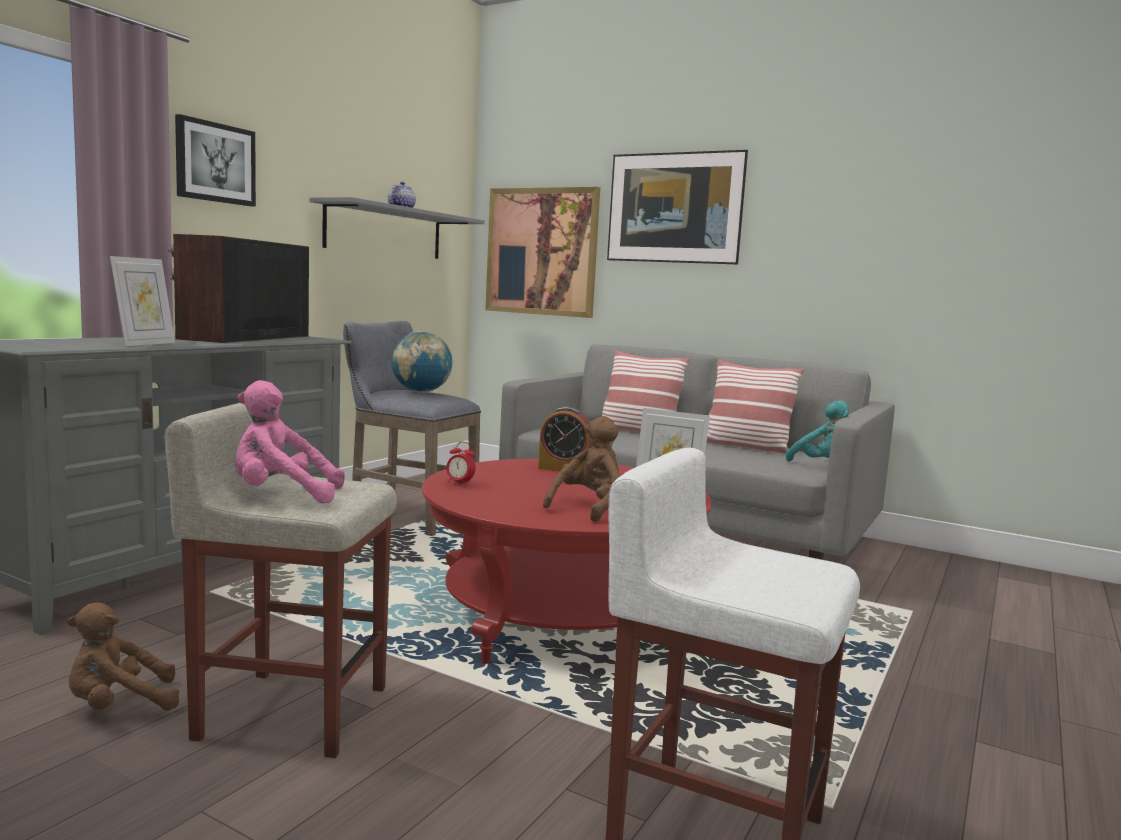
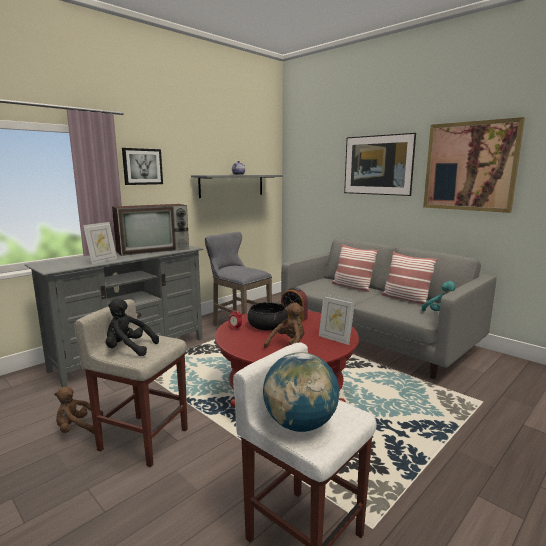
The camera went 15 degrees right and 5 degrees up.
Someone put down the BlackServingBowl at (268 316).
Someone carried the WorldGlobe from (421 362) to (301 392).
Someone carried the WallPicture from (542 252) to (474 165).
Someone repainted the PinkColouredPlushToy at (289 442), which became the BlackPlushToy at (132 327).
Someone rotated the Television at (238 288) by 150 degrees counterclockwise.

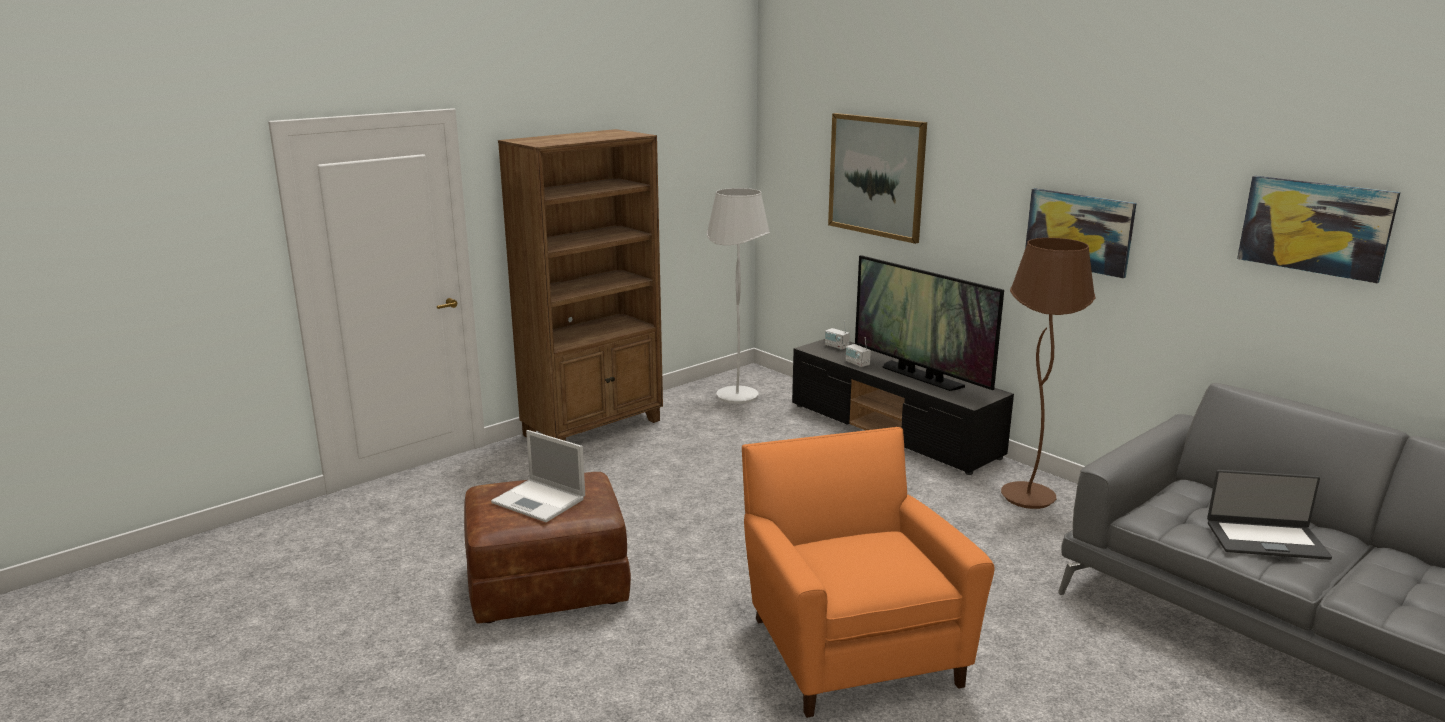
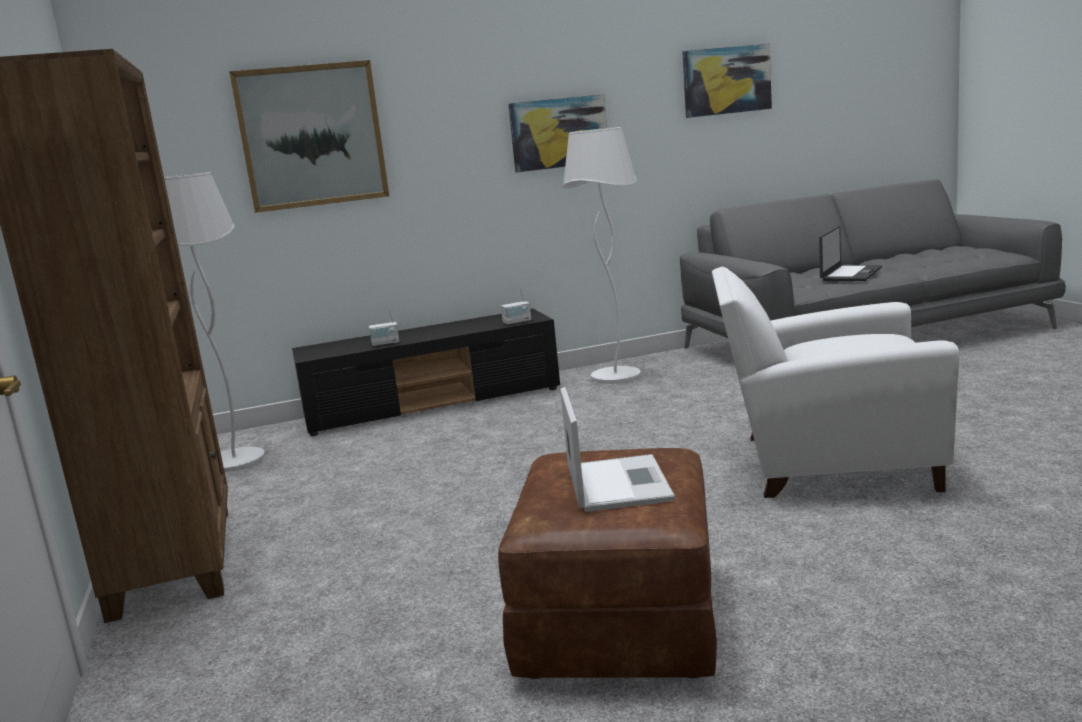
The camera went 65 degrees left and 5 degrees down.
Someone took away the Television at (929 323).
Someone carried the RadioSet from (837 335) to (516 306).
Someone repainted the OrangeColouredEasyChair at (868 572), which became the WhiteEasyChair at (835 382).
Someone repainted the BrownFloorLamp at (1048 373), which became the WhiteFloorLamp at (602 255).
Someone rotated the Laptop at (538 476) by 60 degrees counterclockwise.

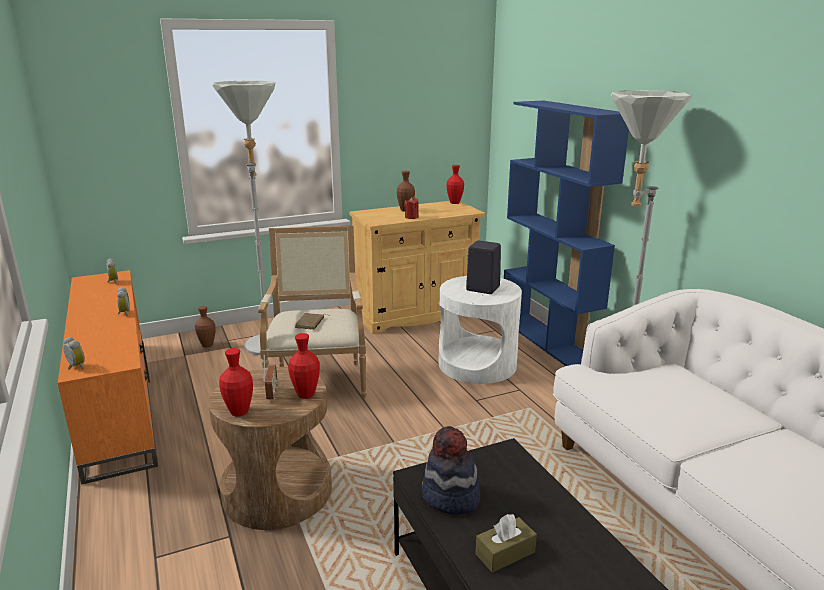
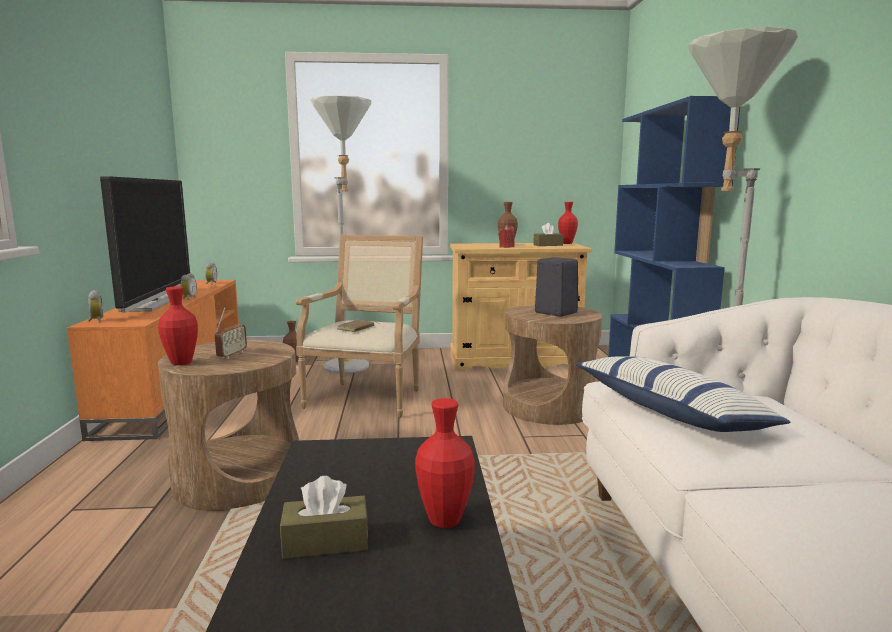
The camera went 20 degrees right and 10 degrees down.
Someone took away the ClothingHat at (451 470).
Someone put down the Television at (145 244).
Someone put down the BrownBoxOfTissues at (548 234).
Someone put down the Pillow at (682 394).
Someone carried the RedFlowerVase from (304 366) to (445 463).
Someone repainted the WhiteEndTable at (480 330), which became the BrownEndTable at (552 365).

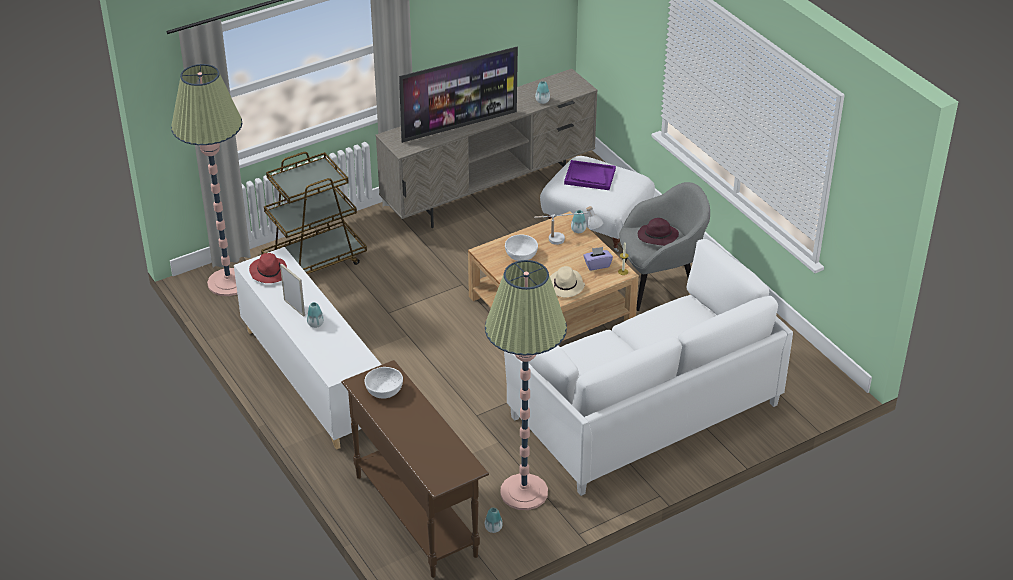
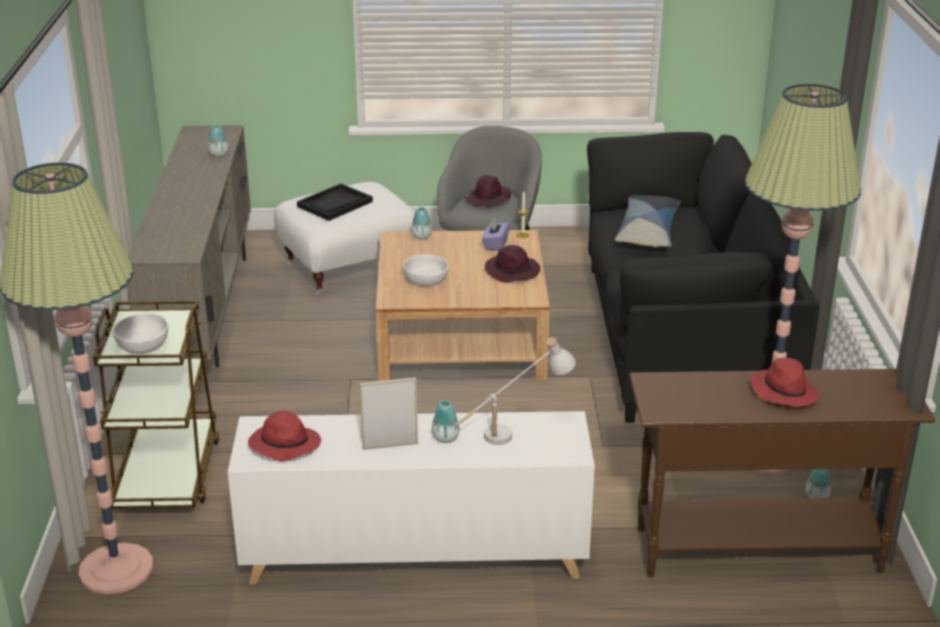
The camera went 60 degrees left and 10 degrees down.
Someone took away the Television at (458 95).
Someone put down the Pillow at (648 221).
Someone put down the RedClothingHat at (785 382).
Someone carried the WhiteServingBowl from (384 383) to (140 333).
Someone carried the WhiteTabletopLamp from (568 225) to (517 391).
Someone repainted the WhiteCouch at (648 367), which became the BlackCouch at (703 277).
Someone repainted the SandColouredClothingHat at (567 281), which became the PurpleClothingHat at (512 264).
Someone repainted the PurpleServingTray at (590 175), which became the BlackServingTray at (335 202).

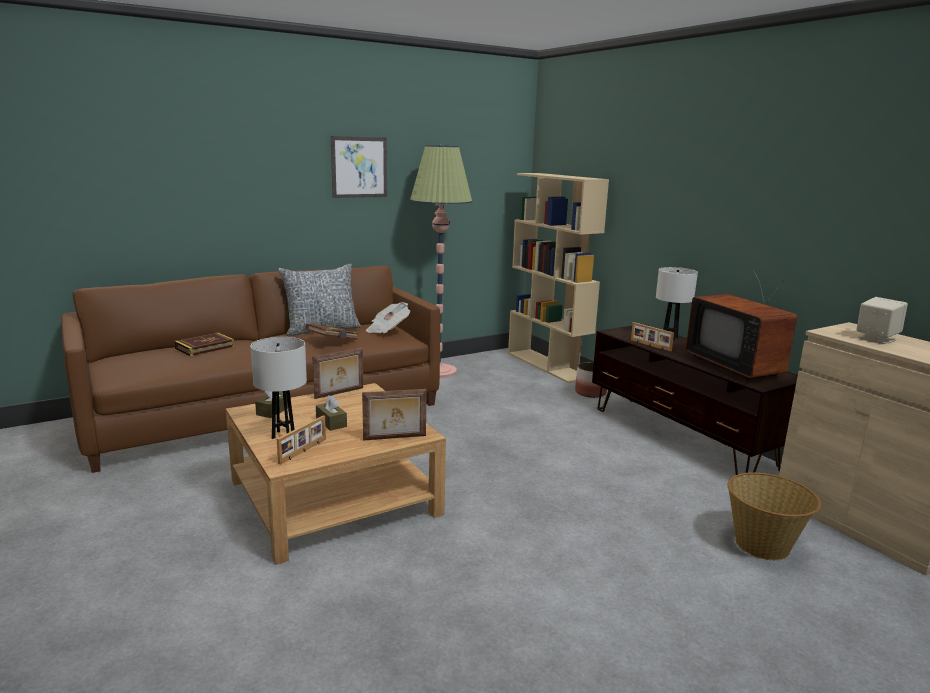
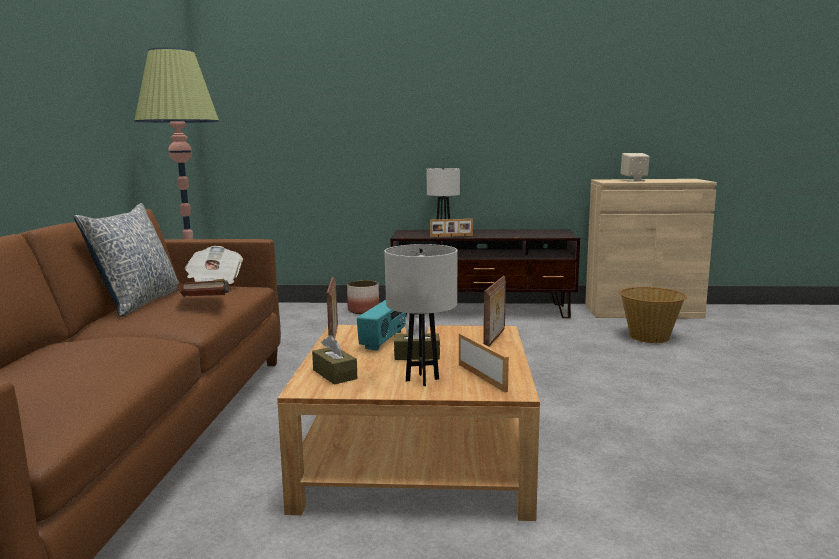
The camera went 55 degrees left and 5 degrees down.
Someone took away the Volume at (204 344).
Someone took away the WallPicture at (359 167).
Someone took away the SandColouredBookshelf at (558 278).
Someone took away the Television at (741 325).
Someone put down the RadioSet at (381 325).

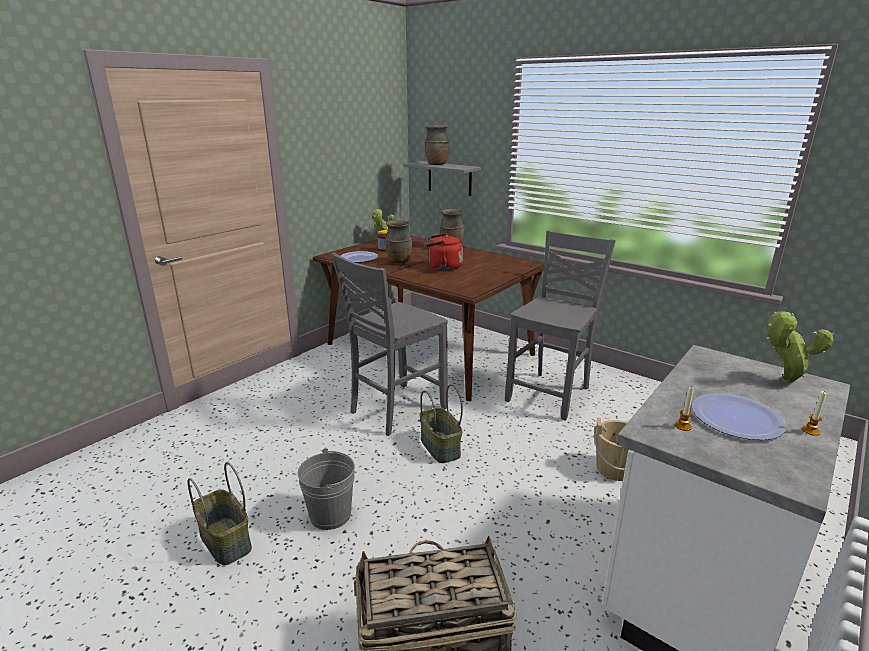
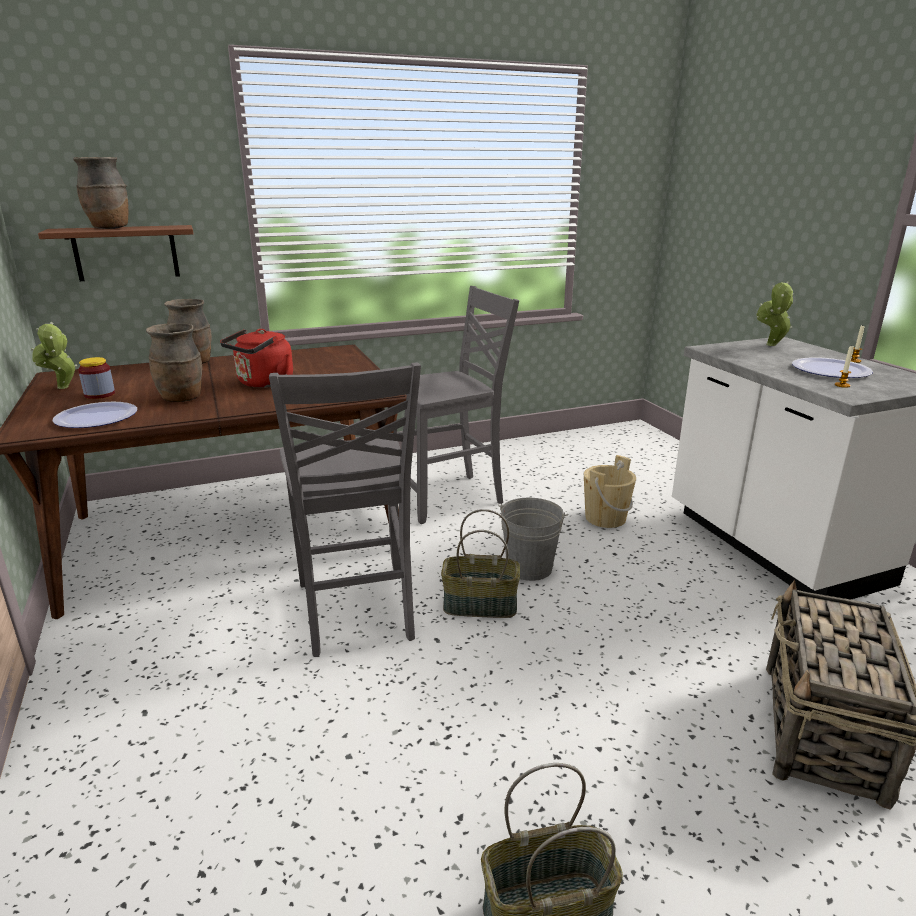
The camera went 60 degrees left and 0 degrees up.
Someone carried the GreyBucket from (326 489) to (533 539).
Someone repainted the GreyBracketShelf at (442 178), which became the BrownBracketShelf at (115 253).
Someone rotated the GreyUprightChair at (560 326) by 90 degrees clockwise.

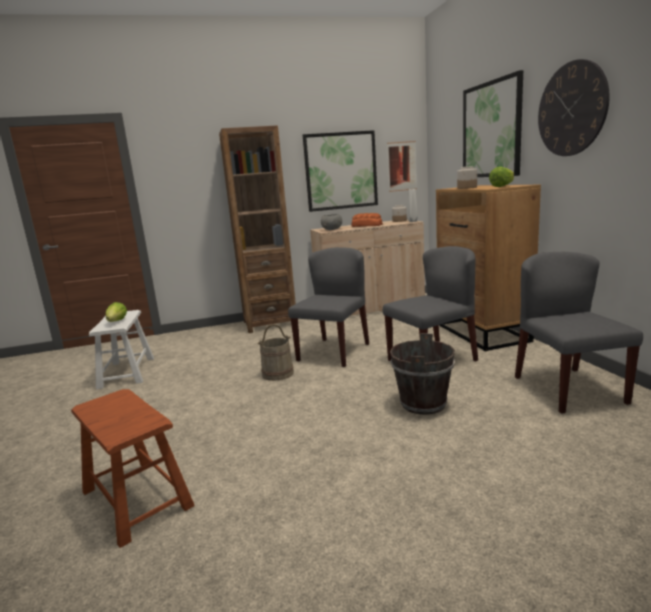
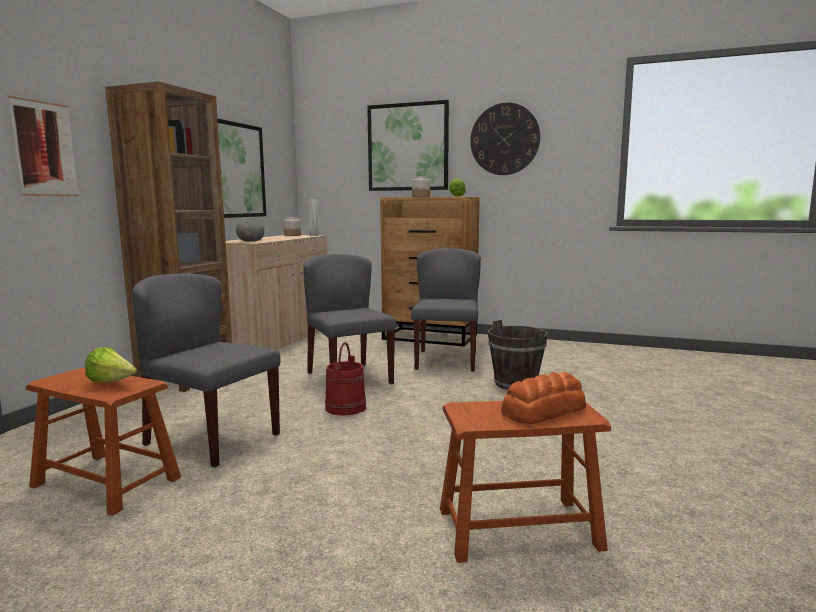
The camera went 55 degrees left and 5 degrees down.
Someone carried the BakeryBread from (367 220) to (543 398).
Someone carried the WallPicture from (402 166) to (43 146).
Someone carried the GreyUprightChair from (579 333) to (206 370).
Someone repainted the WhiteStool at (121 349), which became the BrownStool at (103 442).
Someone repainted the SandColouredBucket at (276 352), which became the RedBucket at (345 379).

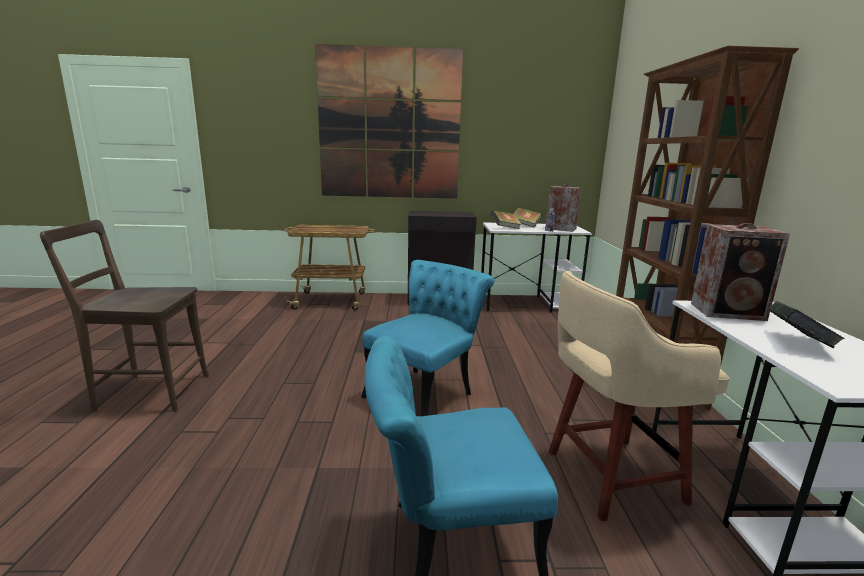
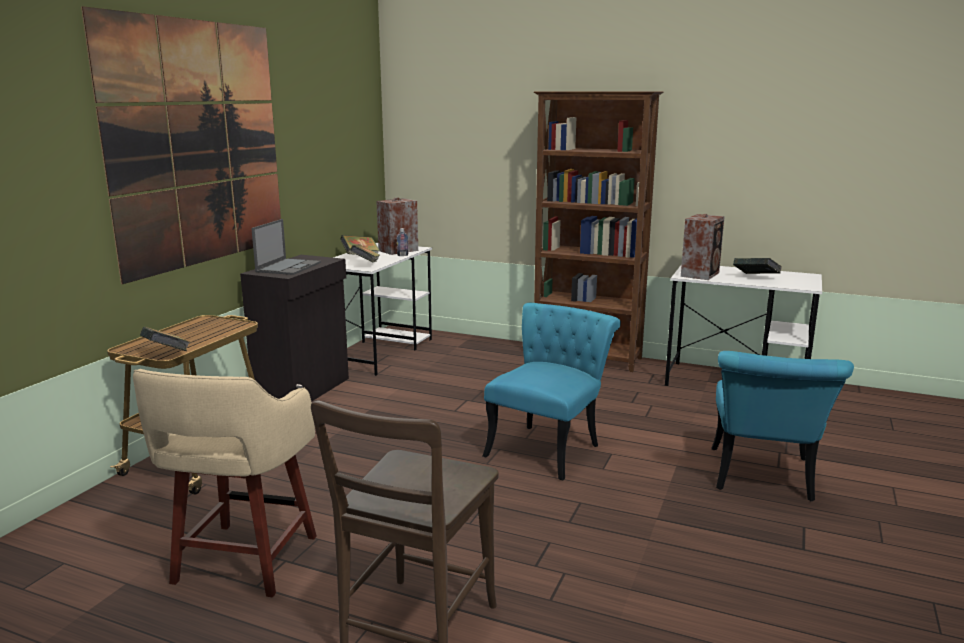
The camera went 65 degrees left and 0 degrees up.
Someone put down the Volume at (165 339).
Someone put down the Laptop at (286 247).
Someone carried the SandColouredStool from (639 395) to (225 483).
Someone rotated the TurquoiseUprightChair at (428 338) by 60 degrees clockwise.

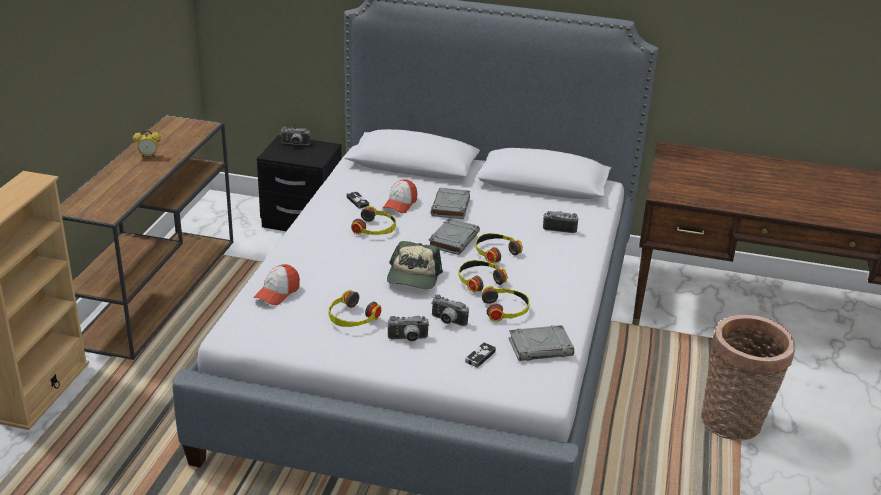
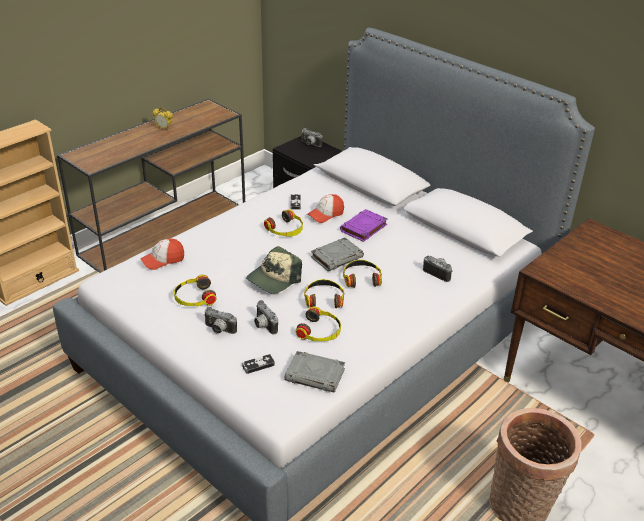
The camera went 30 degrees right and 5 degrees up.
Someone repainted the GreyVolume at (450 203), which became the PurpleVolume at (364 225).

